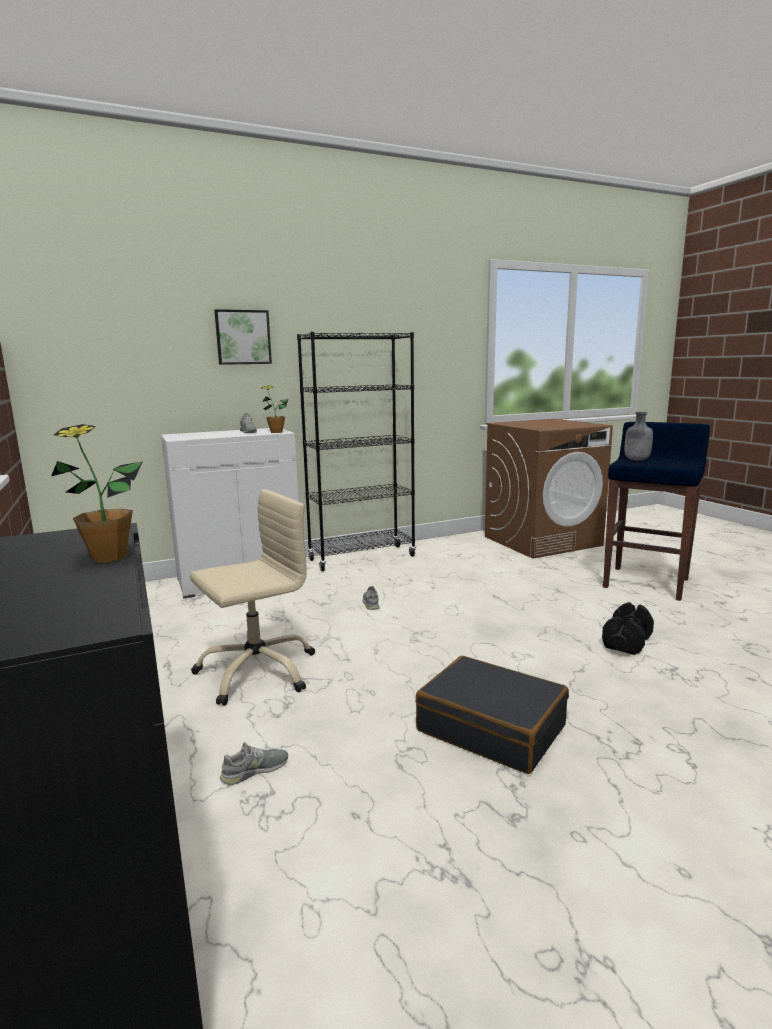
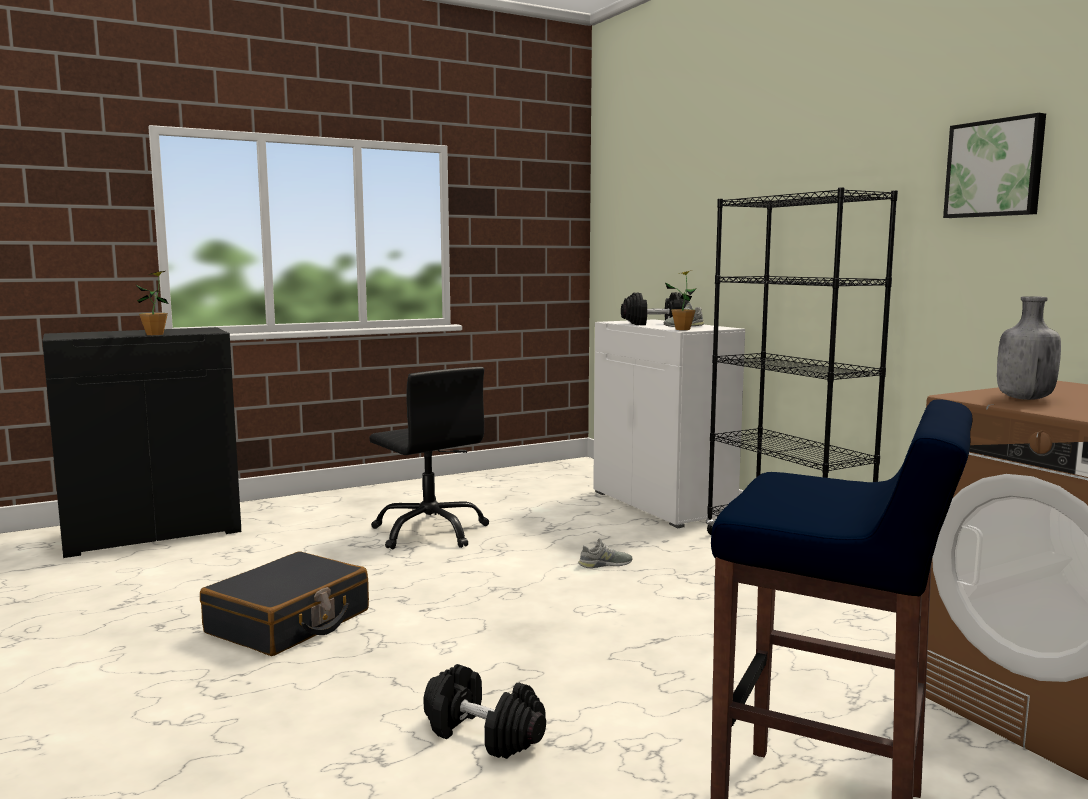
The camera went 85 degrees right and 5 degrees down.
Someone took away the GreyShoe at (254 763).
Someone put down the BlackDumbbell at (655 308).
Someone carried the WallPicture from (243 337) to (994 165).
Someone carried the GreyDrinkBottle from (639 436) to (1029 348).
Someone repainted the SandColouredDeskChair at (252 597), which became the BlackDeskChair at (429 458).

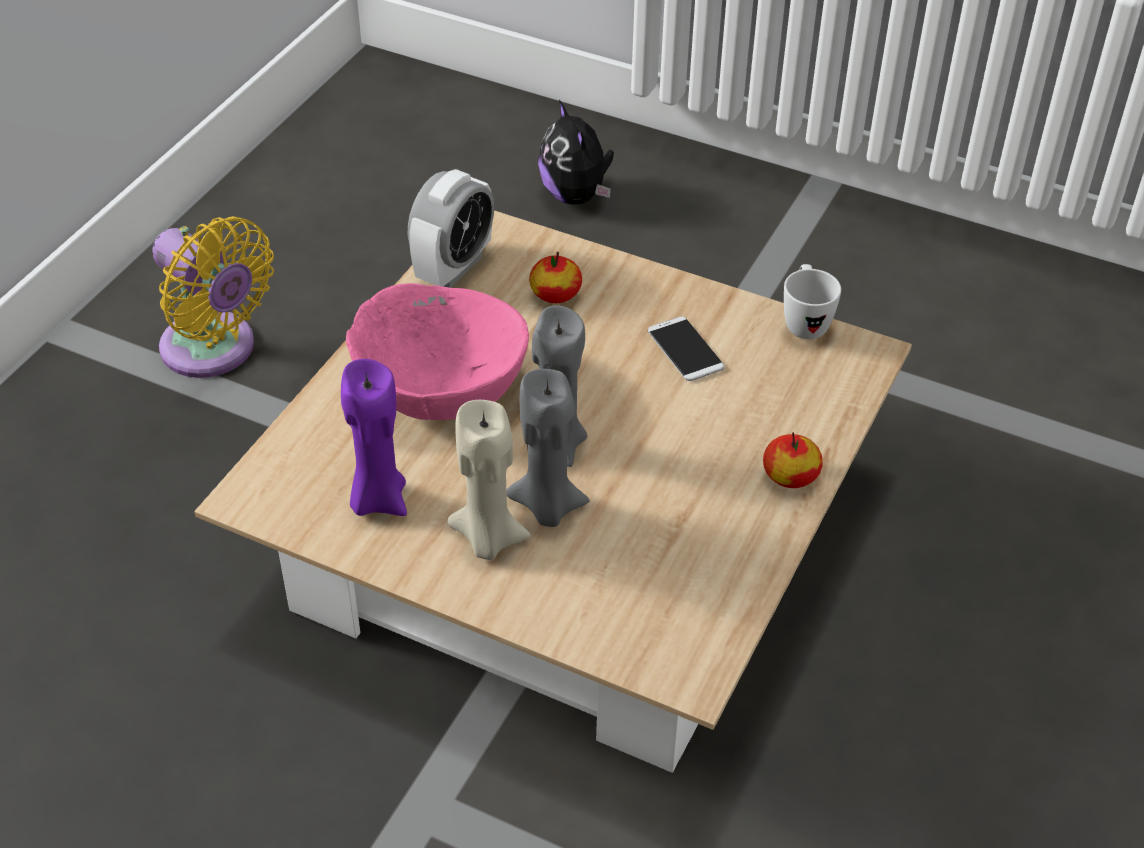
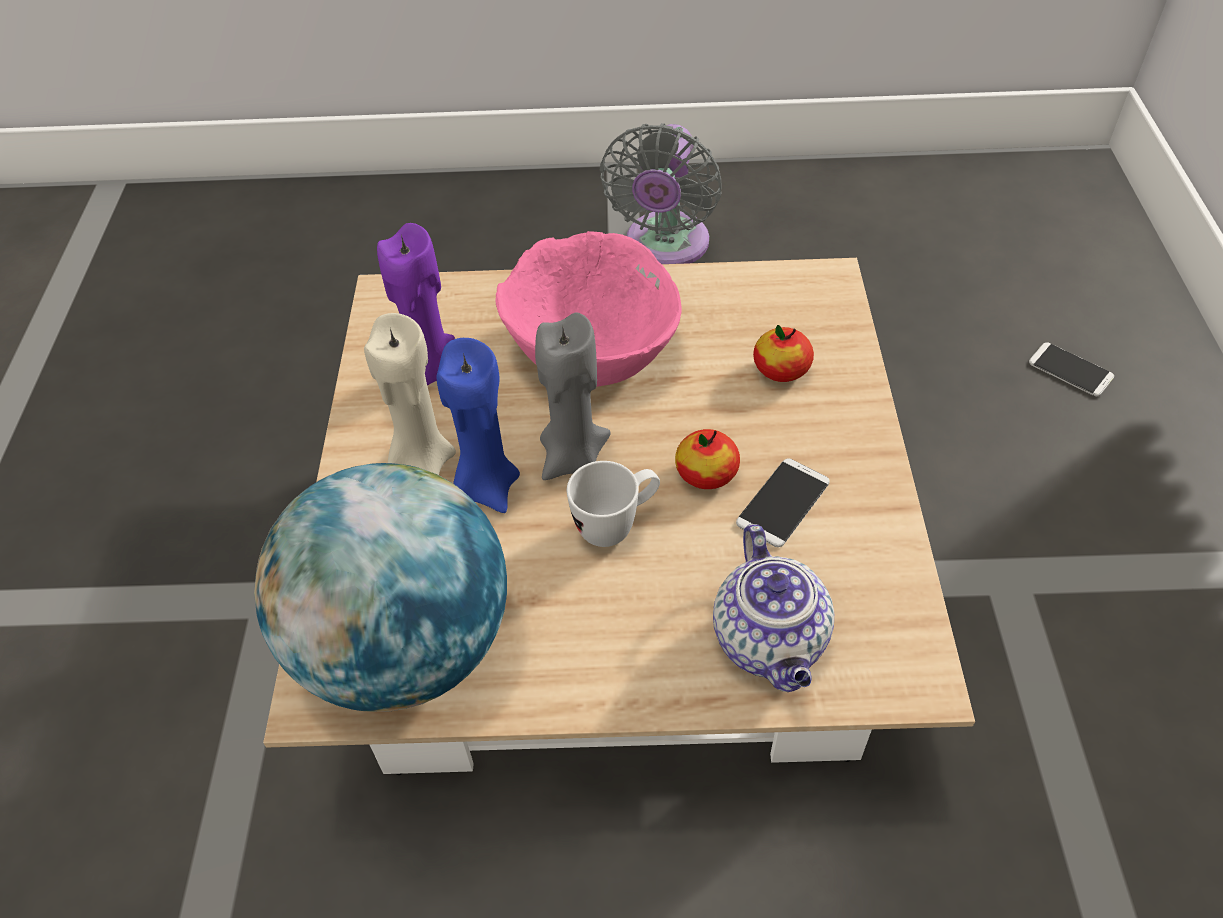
The camera went 65 degrees right and 5 degrees up.
Someone took away the AlarmClock at (451 228).
Someone put down the WorldGlobe at (380 587).
Someone put down the TeaPot at (773 608).
Someone carried the Apple from (793 460) to (707 459).
Someone carried the WhiteTeaMug from (812 301) to (613 504).
Someone swapped the PlushToy at (576 152) for the Handset at (1071 369).
Someone repainted the YellowFan at (213 297), which became the GreyFan at (660 193).
Someone repainted the GreyCandle at (548 448), which became the BlueColouredCandle at (478 425).

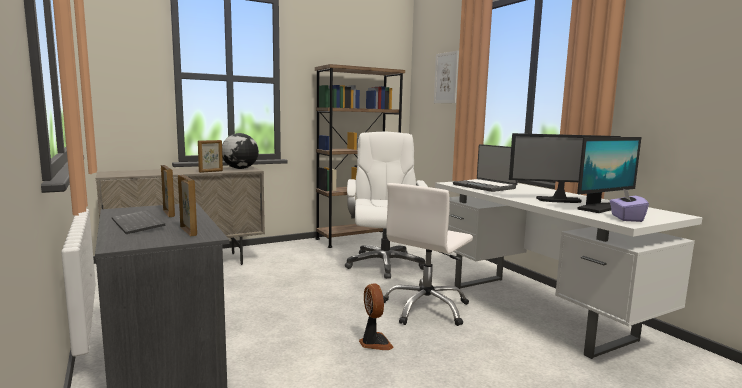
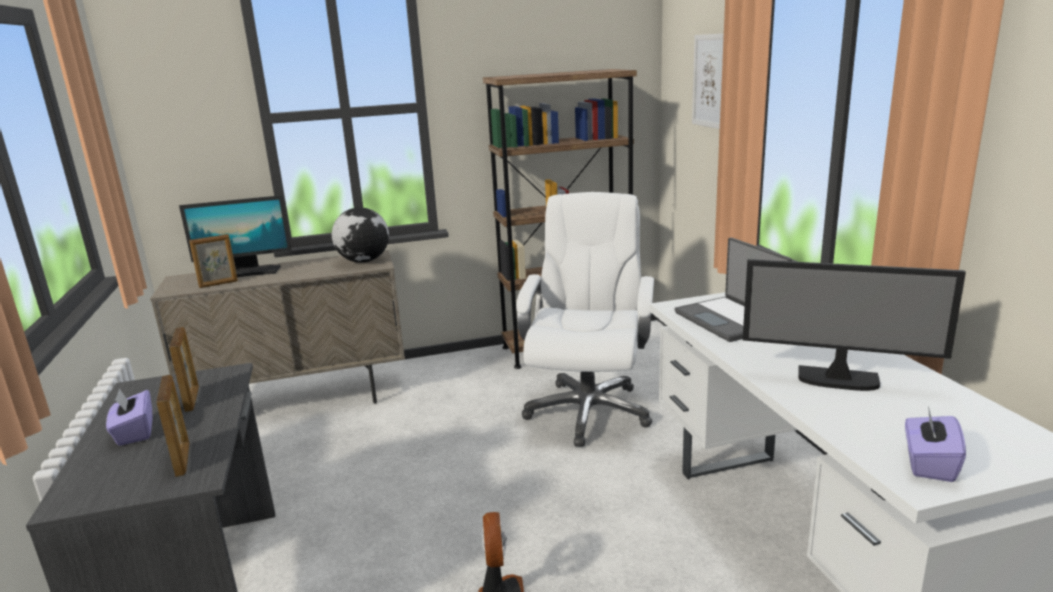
The camera went 15 degrees right and 10 degrees up.
Someone took away the WhiteDeskChair at (428 254).
Someone carried the PictureFrame from (210 156) to (213 261).
Someone carried the Monitor from (609 175) to (235 236).
Someone swapped the Keyboard at (139 222) for the PurpleBoxOfTissues at (129 417).

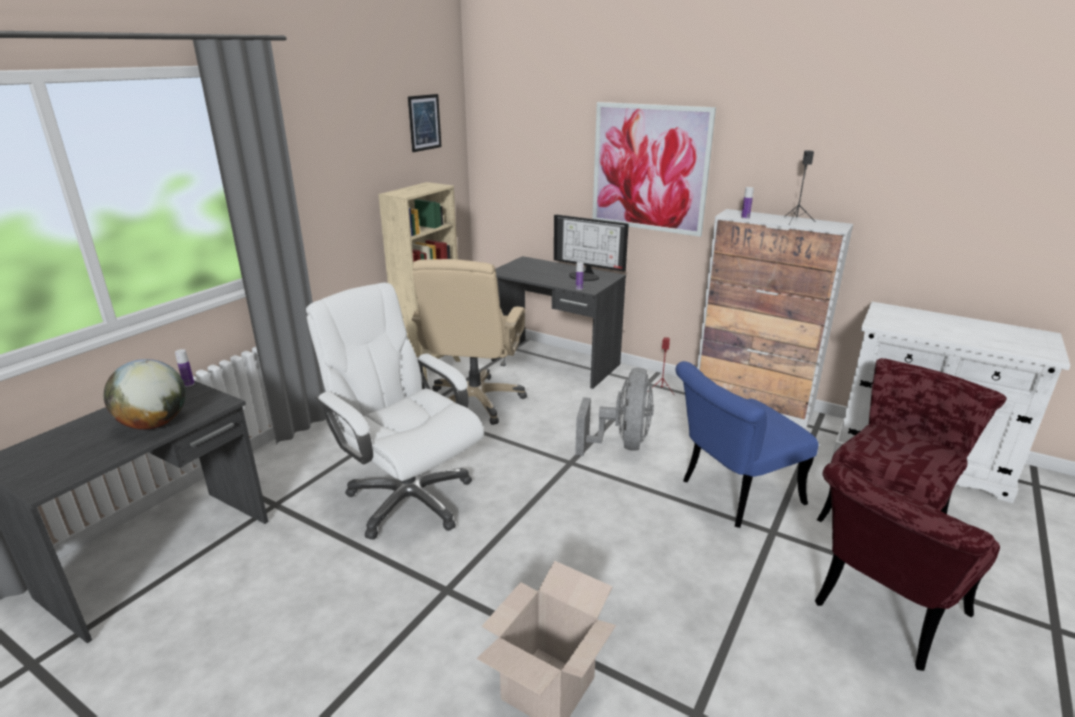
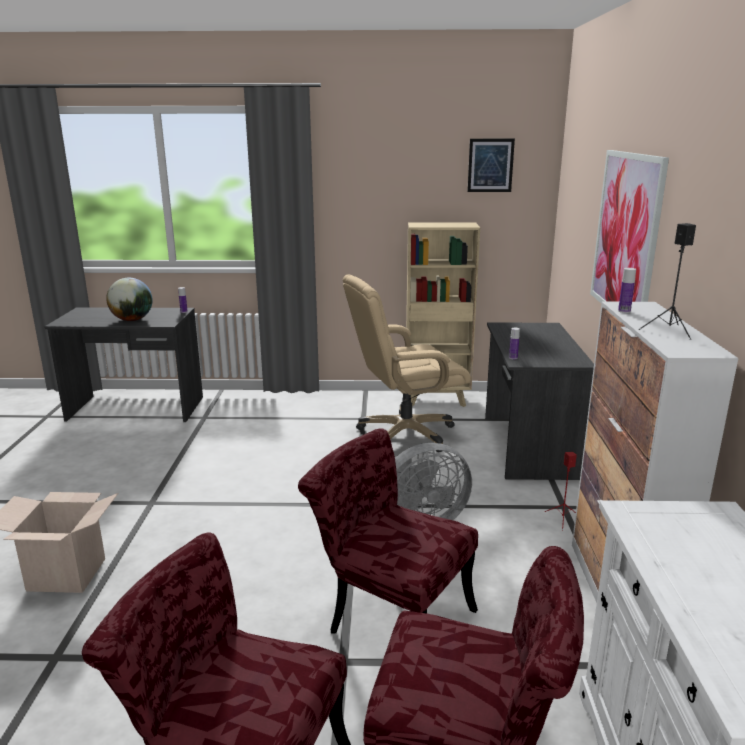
The camera went 60 degrees right and 5 degrees down.
Someone took away the WhiteDeskChair at (395 411).
Someone took away the Monitor at (591 247).
Someone repainted the BlueColouredUprightChair at (746 444), which became the RedUprightChair at (388 531).

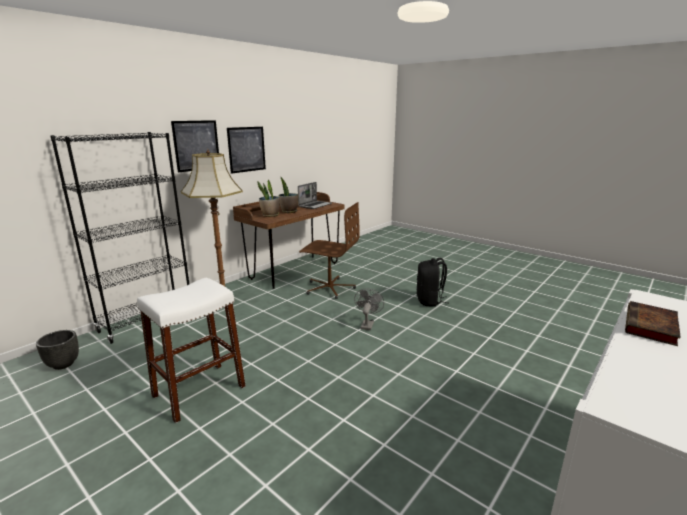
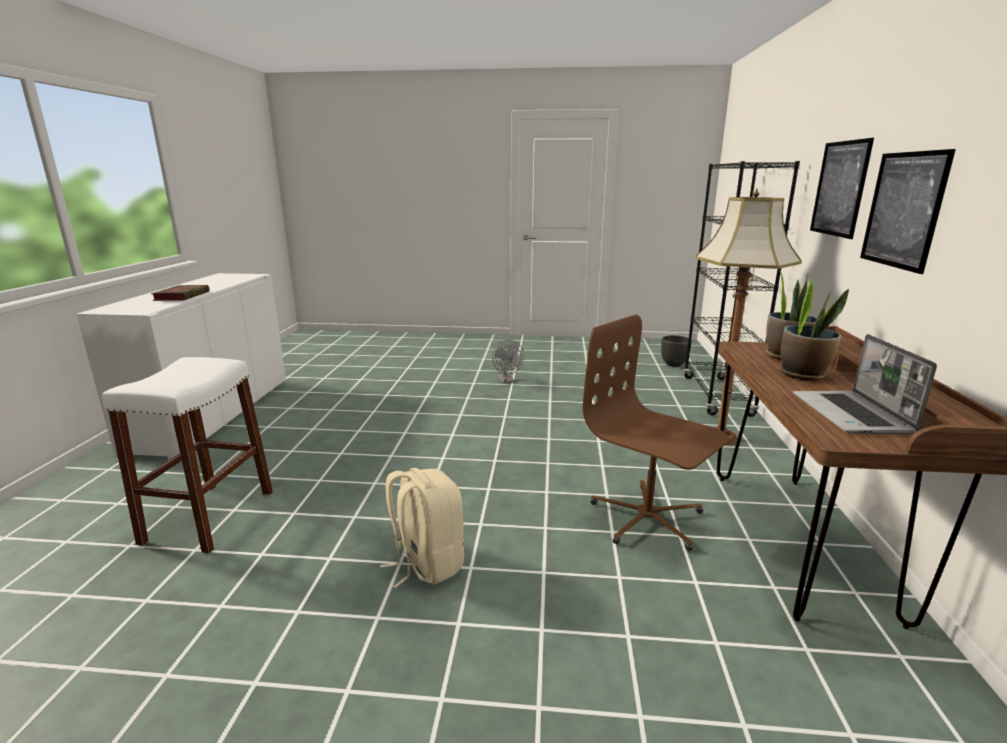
The camera went 145 degrees right and 0 degrees up.
Someone carried the WhiteStool from (191 350) to (187 455).
Someone carried the GreyFan from (369 309) to (508 362).
Someone repainted the BlackBackpack at (432 282), which became the SandColouredBackpack at (422 528).
Someone rotated the BrownDeskChair at (329 250) by 60 degrees clockwise.

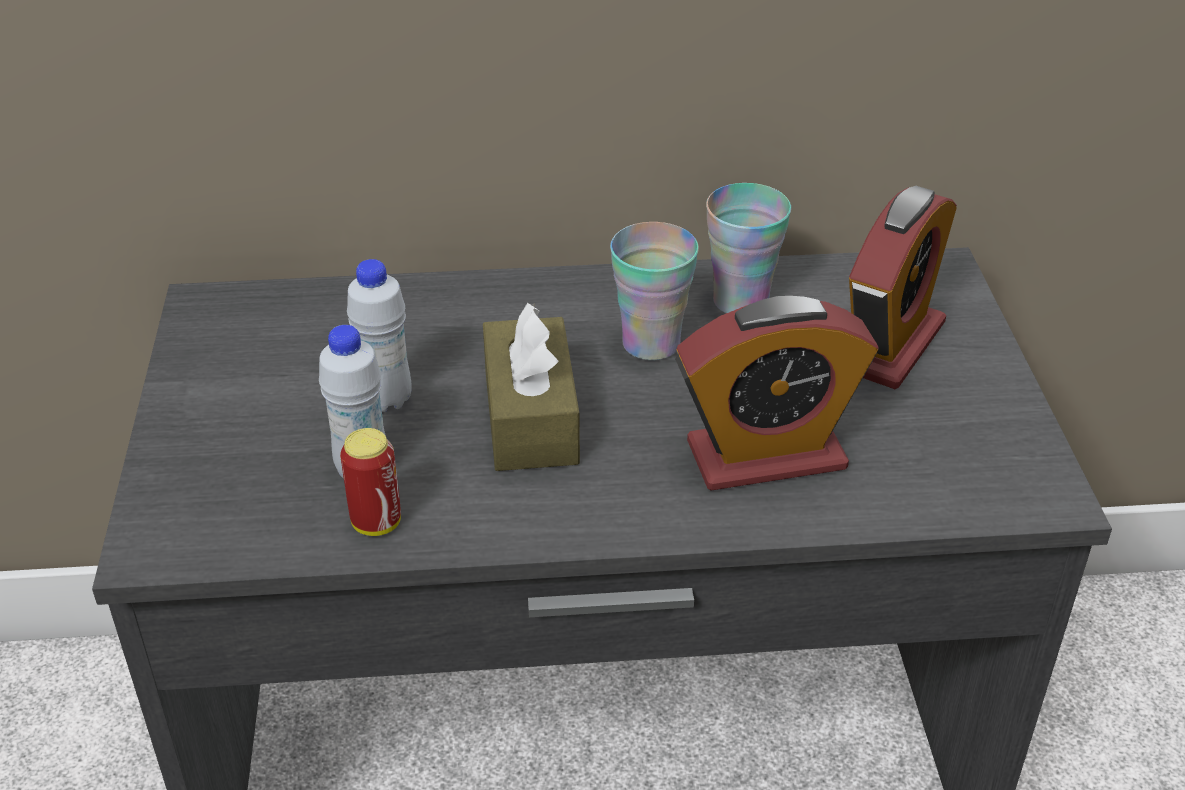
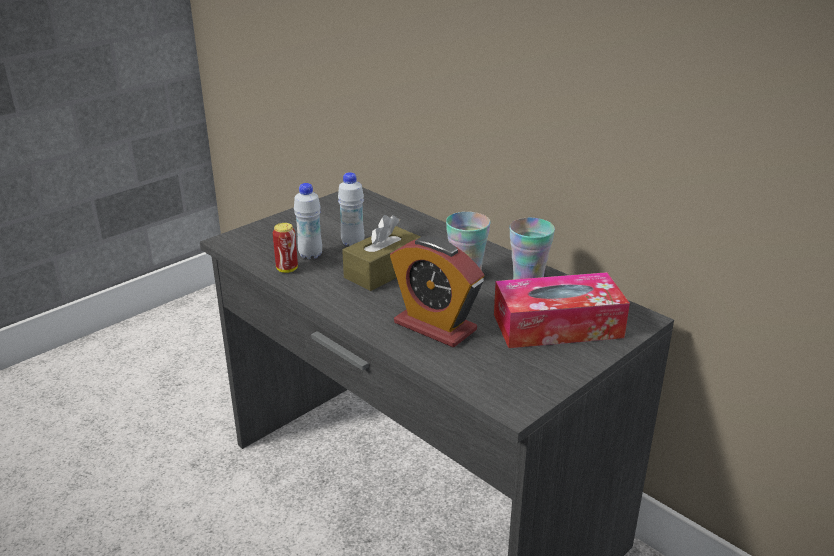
The camera went 50 degrees right and 10 degrees down.
Someone swapped the AlarmClock at (903 287) for the BoxOfTissues at (562 310).

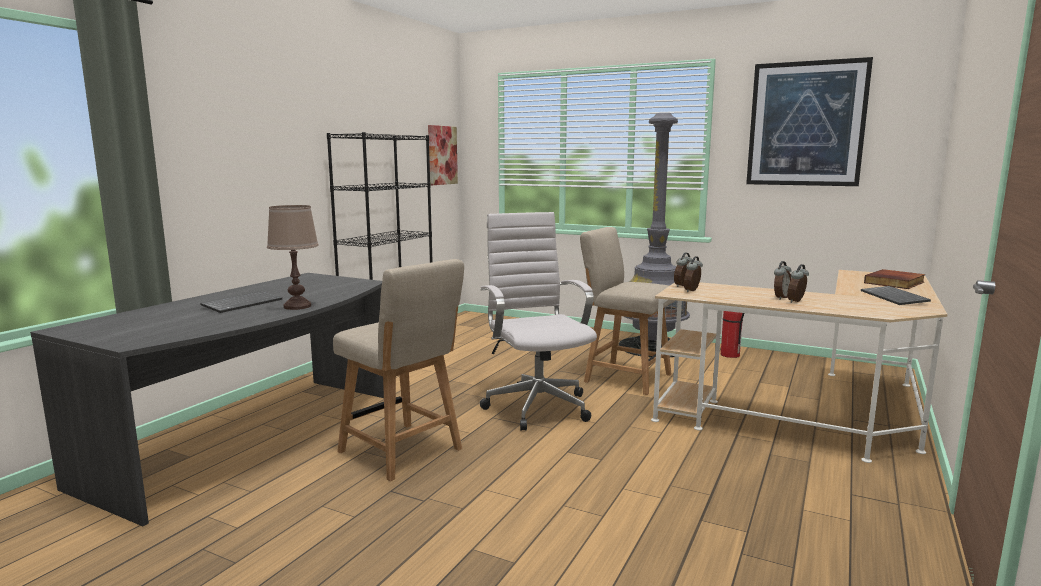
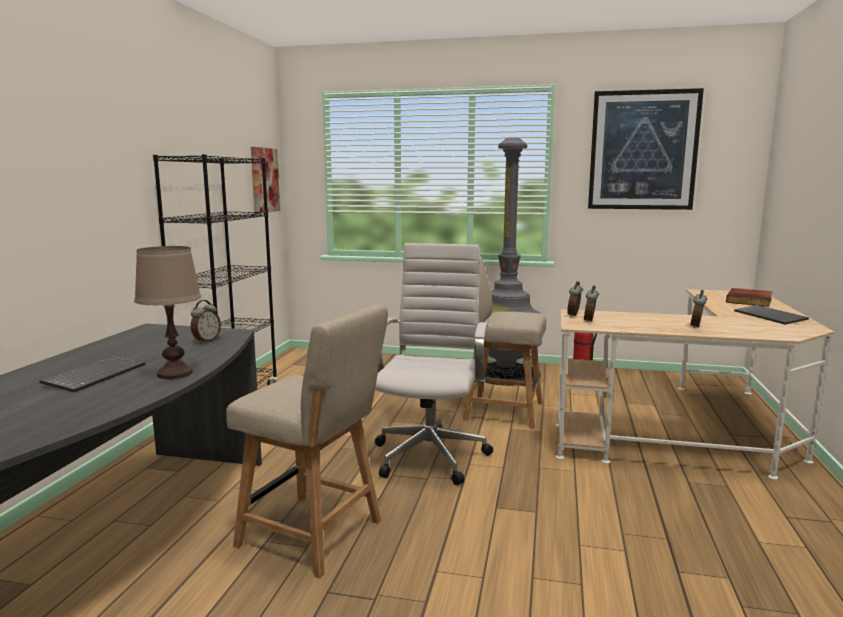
The camera went 15 degrees left and 0 degrees up.
Someone carried the AlarmClock from (783 280) to (206 321).
Someone rotated the WhiteDeskChair at (538 321) by 45 degrees clockwise.

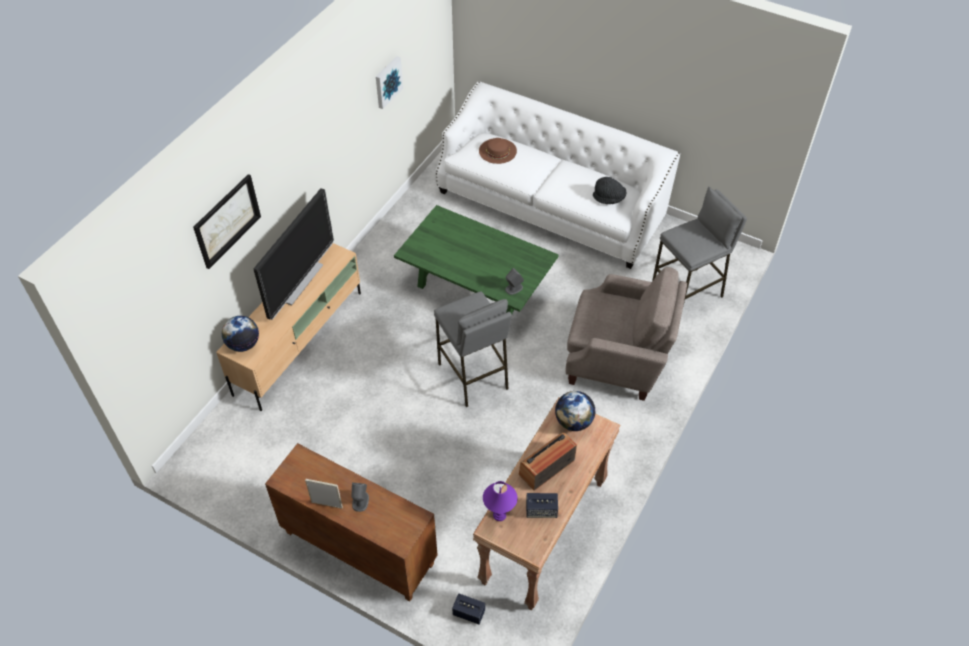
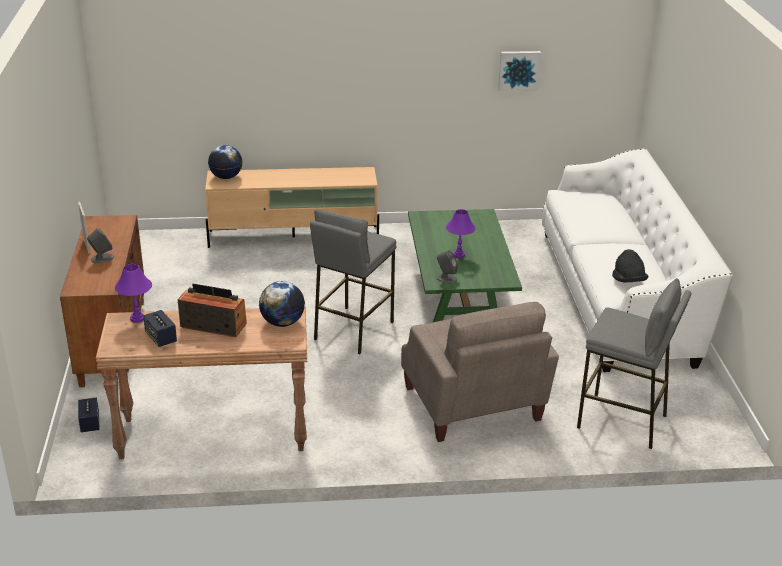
The camera went 55 degrees right and 20 degrees down.
Someone took away the WallPicture at (227 221).
Someone took away the Television at (294 254).
Someone took away the BrownClothingHat at (498 151).
Someone put down the PurpleTabletopLamp at (461 233).

